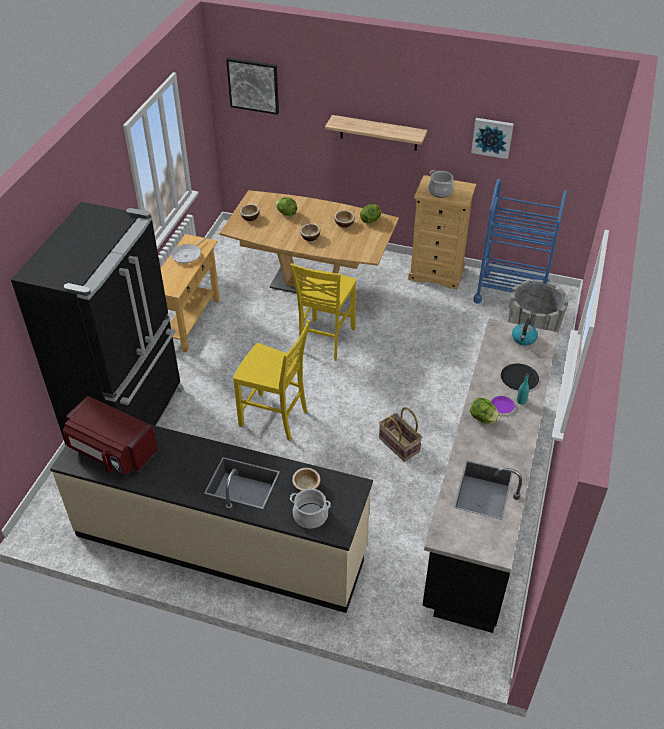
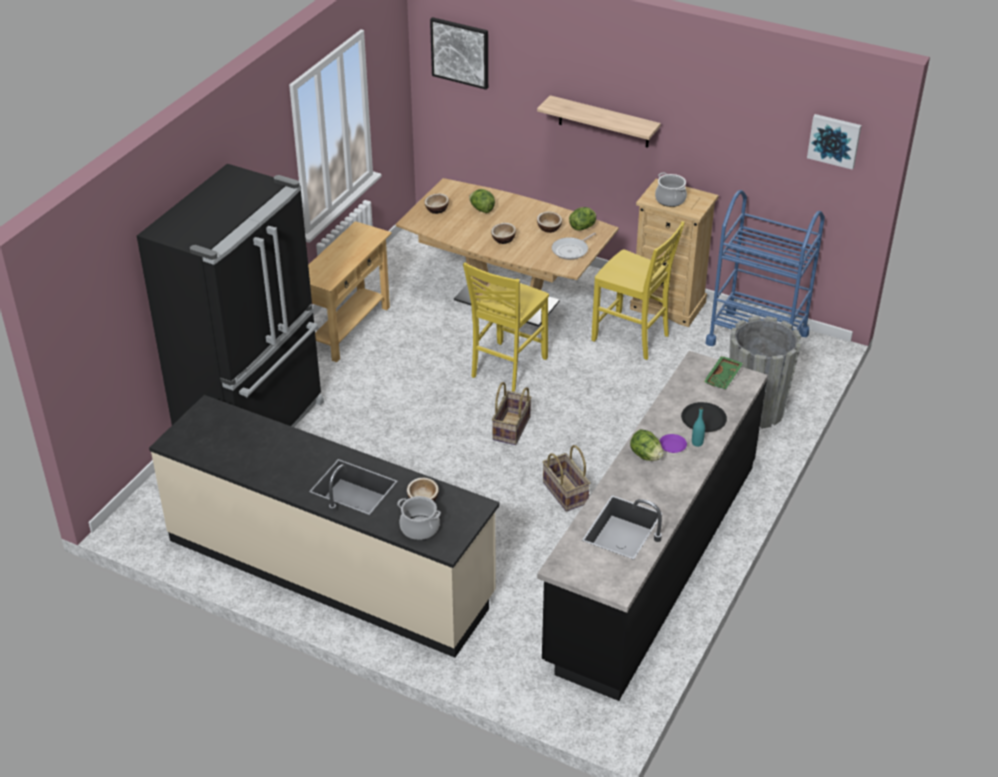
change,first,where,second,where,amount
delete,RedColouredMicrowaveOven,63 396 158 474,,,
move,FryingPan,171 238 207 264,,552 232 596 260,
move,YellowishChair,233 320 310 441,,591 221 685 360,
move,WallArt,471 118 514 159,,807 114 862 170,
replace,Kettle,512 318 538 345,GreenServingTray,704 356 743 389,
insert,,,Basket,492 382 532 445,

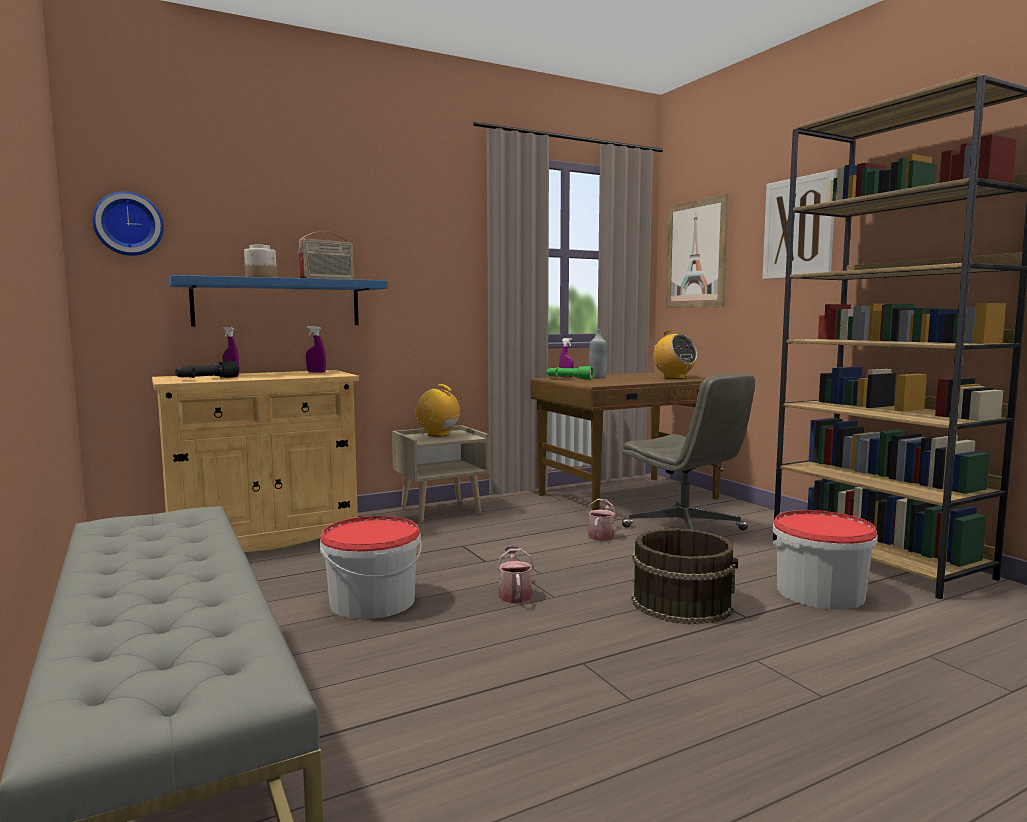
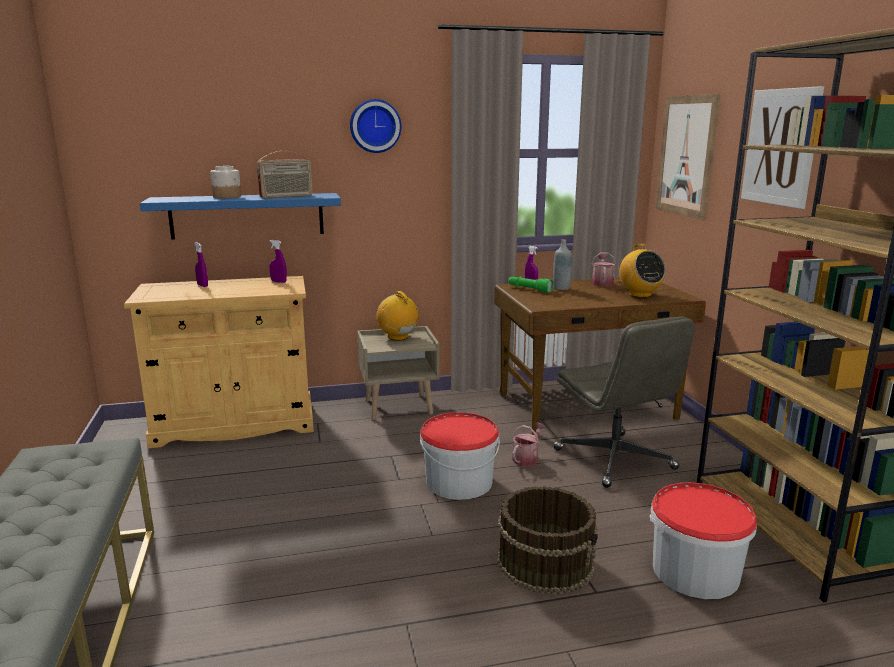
change,first,where,second,where,amount
move,HangingClock,92 191 164 256,,350 99 401 153,
delete,BlackishTorch,175 361 239 378,,,
move,WaterBucket,320 516 421 619,,420 412 500 500,
move,WateringCan,497 546 534 603,,591 252 616 287,

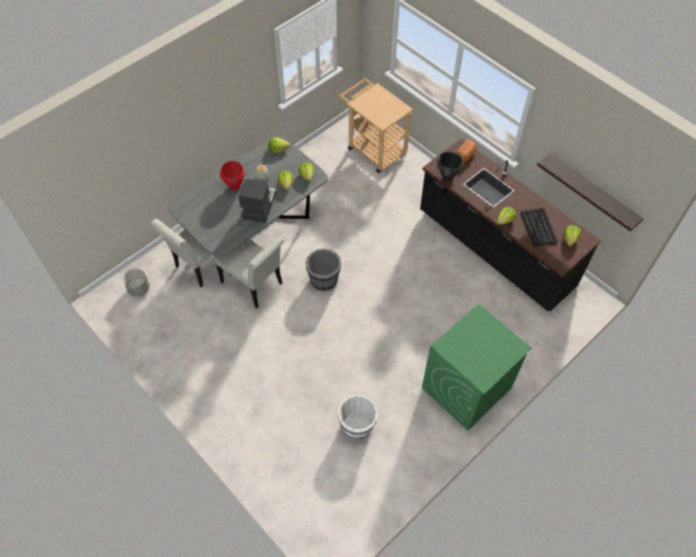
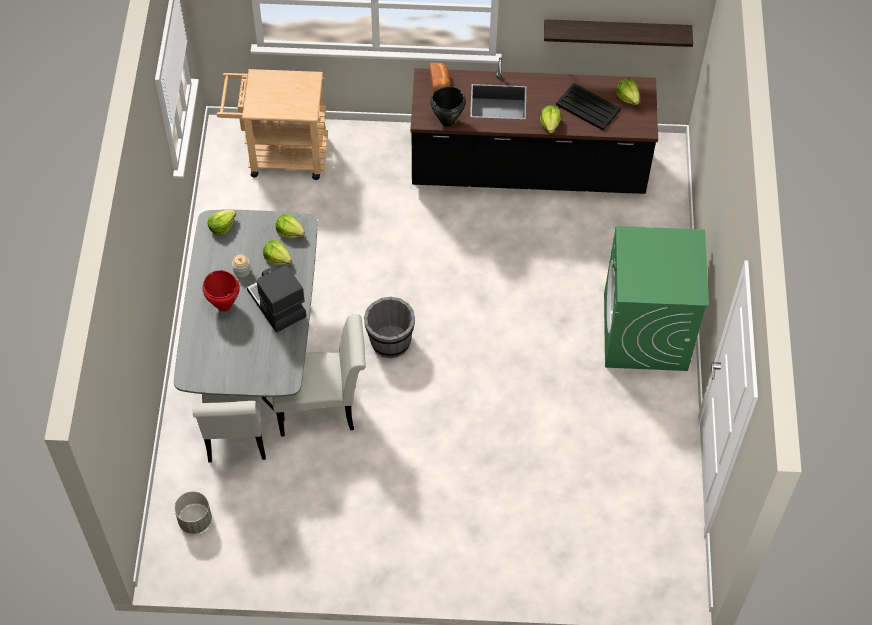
change,first,where,second,where,amount
delete,WhiteWaterBucket,338 394 378 441,,,

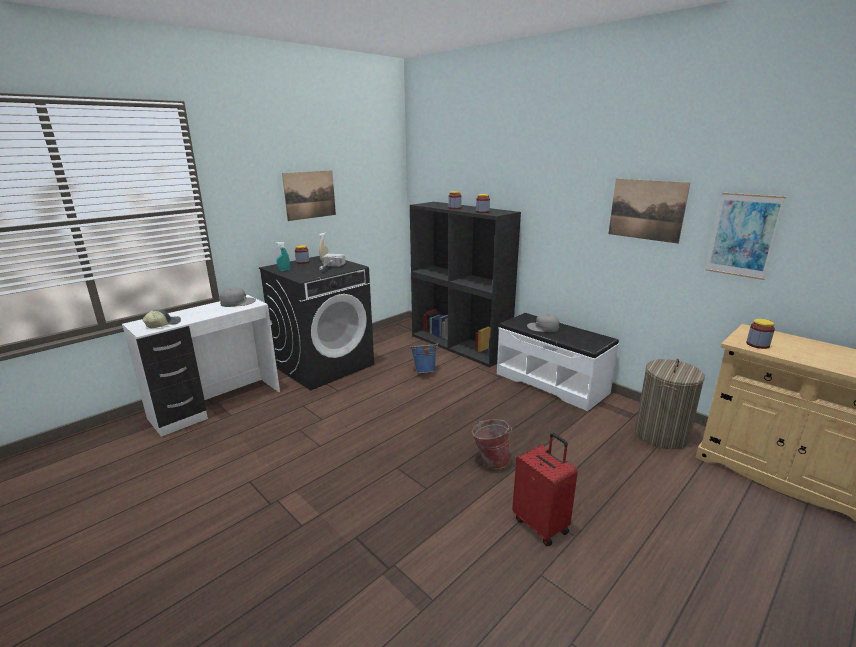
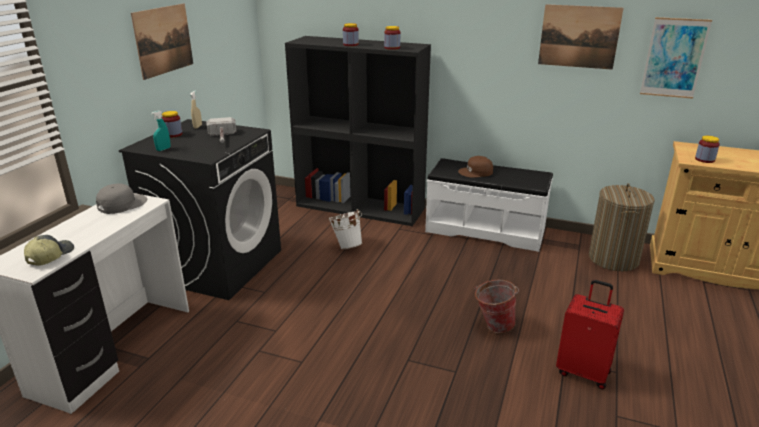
change,first,where,second,where,amount
recolor,BlueWaterBucket,410 343 438 373,WhiteWaterBucket,328 209 362 249,
recolor,GreyishPeakedCap,527 313 559 332,BrownColouredPeakedCap,458 156 493 178,

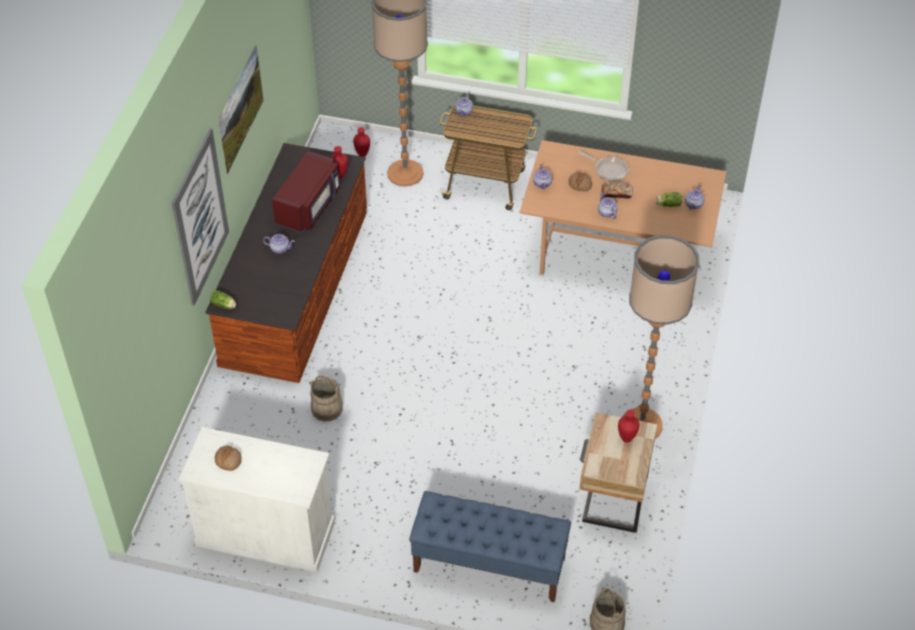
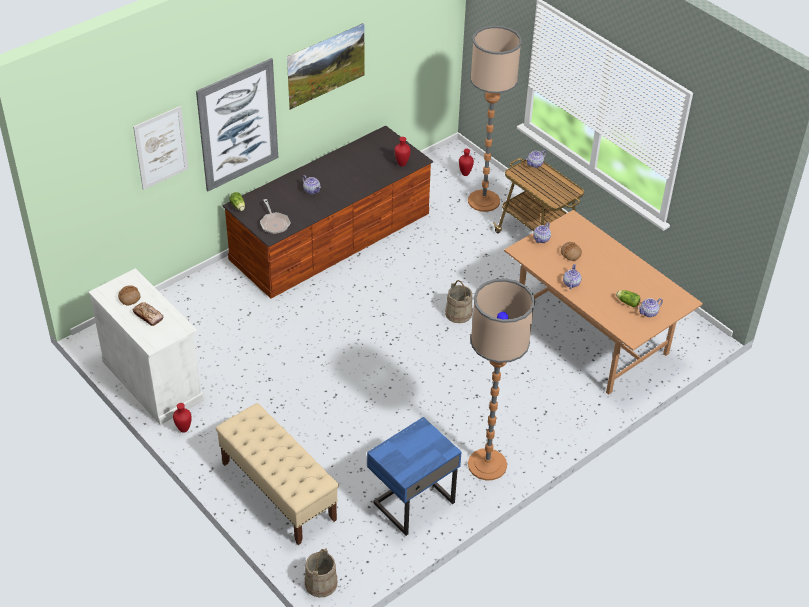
change,first,where,second,where,amount
delete,RedColouredMicrowaveOven,272 151 340 233,,,
move,BeigeWaterBucket,309 376 343 421,,445 280 473 323,
recolor,BlueIndoorBench,409 491 571 602,BeigeIndoorBench,216 403 339 545,
move,FryingPan,578 151 629 182,,260 199 291 234,
recolor,BeigeNightTable,579 412 657 533,BlueNightTable,367 417 462 536,
move,BakedBread,602 182 633 199,,132 302 163 326,
move,RedColouredFlowerVase,618 410 639 443,,173 403 191 433,
insert,,,WallArt,133 106 189 190,

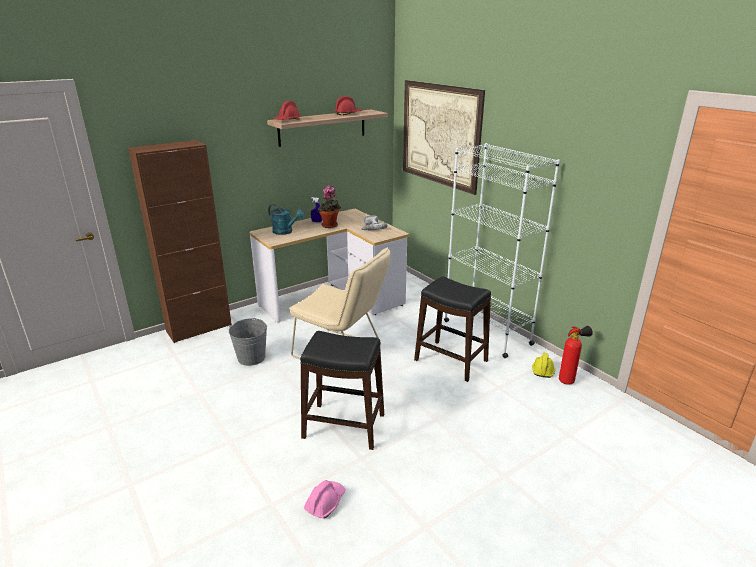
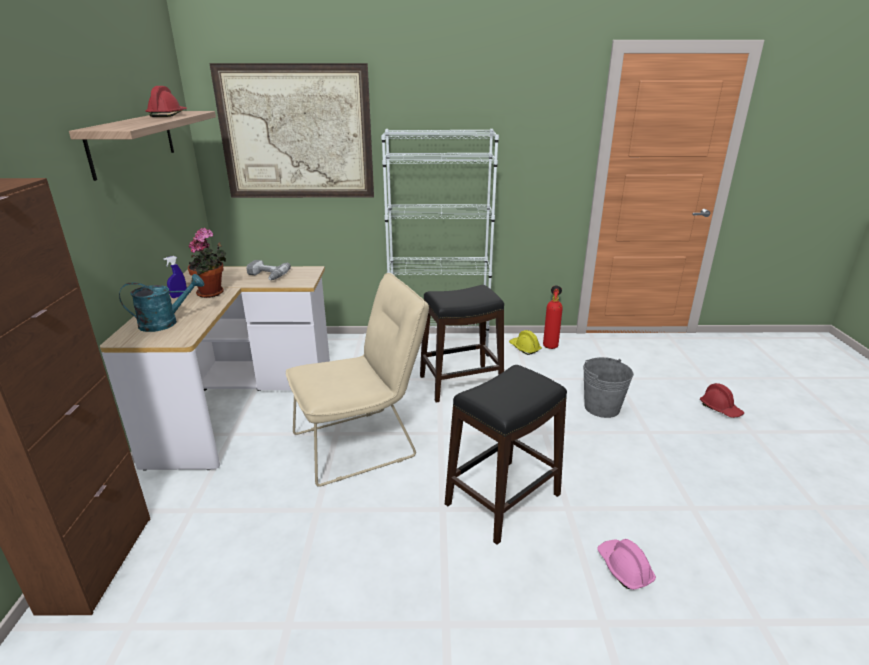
change,first,where,second,where,amount
move,GreyishWaterBucket,229 318 267 366,,583 357 634 418,
move,RedColouredWorkHelmet,273 101 301 120,,700 383 744 418,

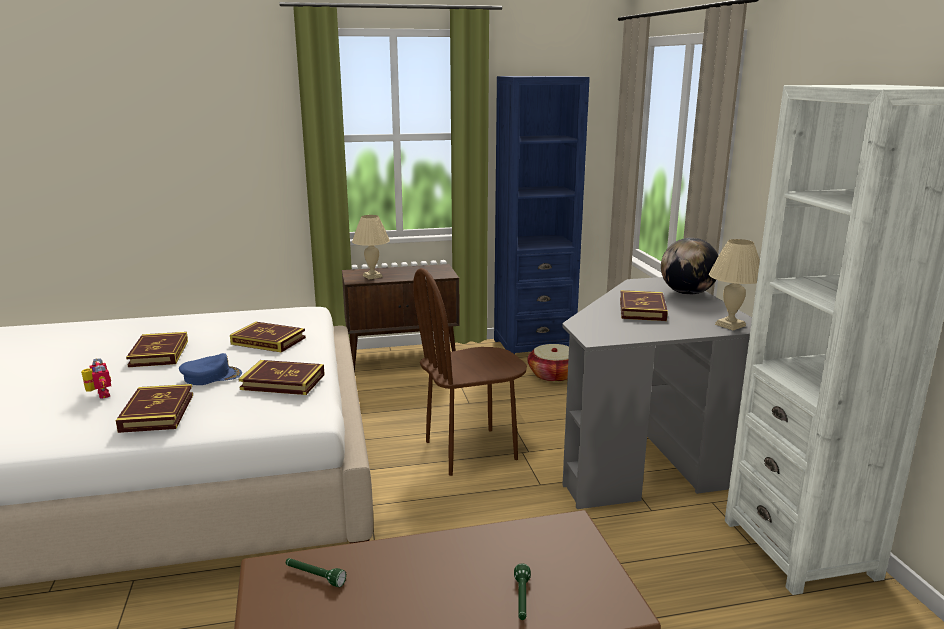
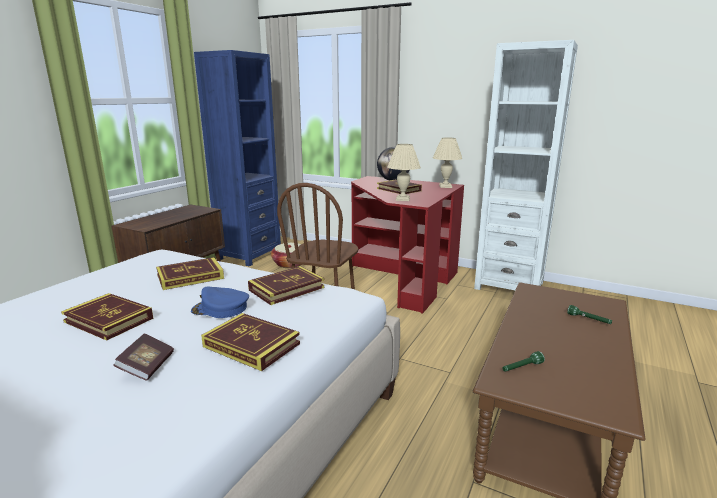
change,first,where,second,where,amount
replace,ToyRobot,81 358 111 399,Volume,113 333 174 381,
rotate,BluePeakedCap,179 353 242 385,,191 286 249 318,105 degrees counterclockwise
move,BeigeTabletopLamp,352 215 390 279,,387 144 421 201,
recolor,GreyishDeskUnit,562 277 752 509,RedColouredDeskUnit,351 176 464 314,

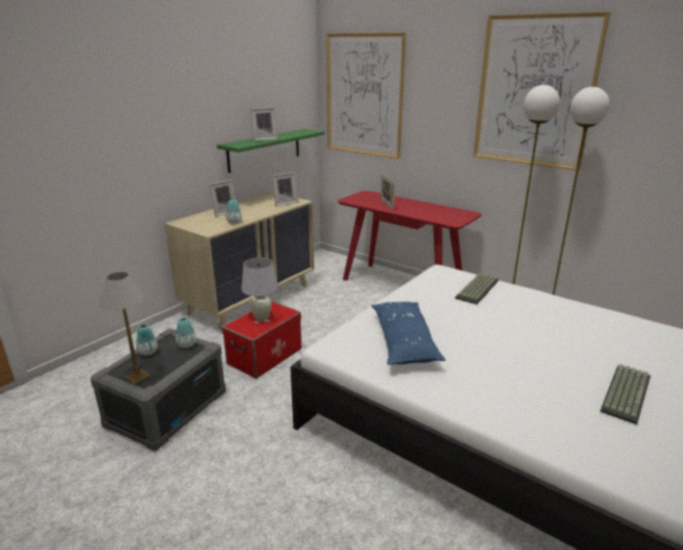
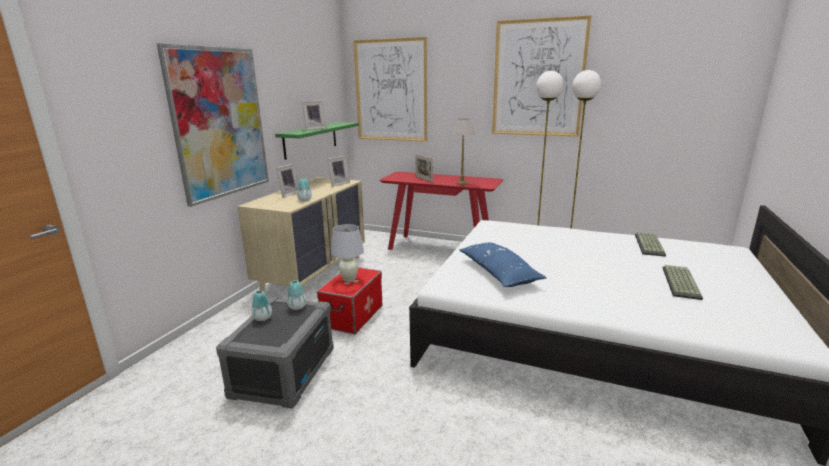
change,first,where,second,where,amount
move,TabletopLamp,100 272 151 385,,452 119 475 185,
move,Keyboard,455 273 499 304,,635 232 666 257,
insert,,,WallArt,157 43 269 207,

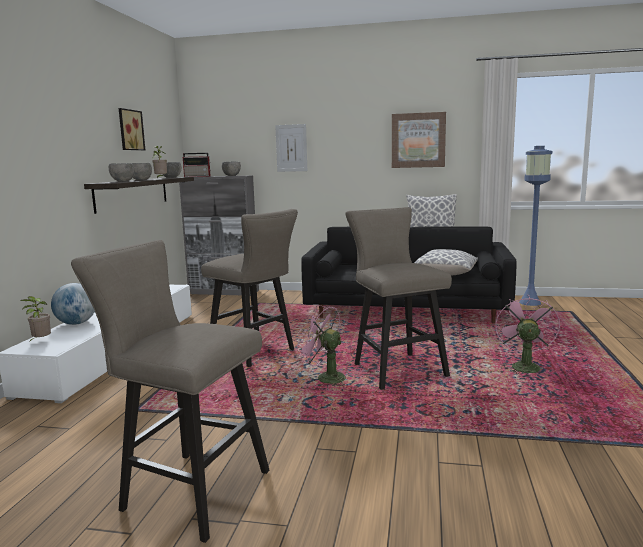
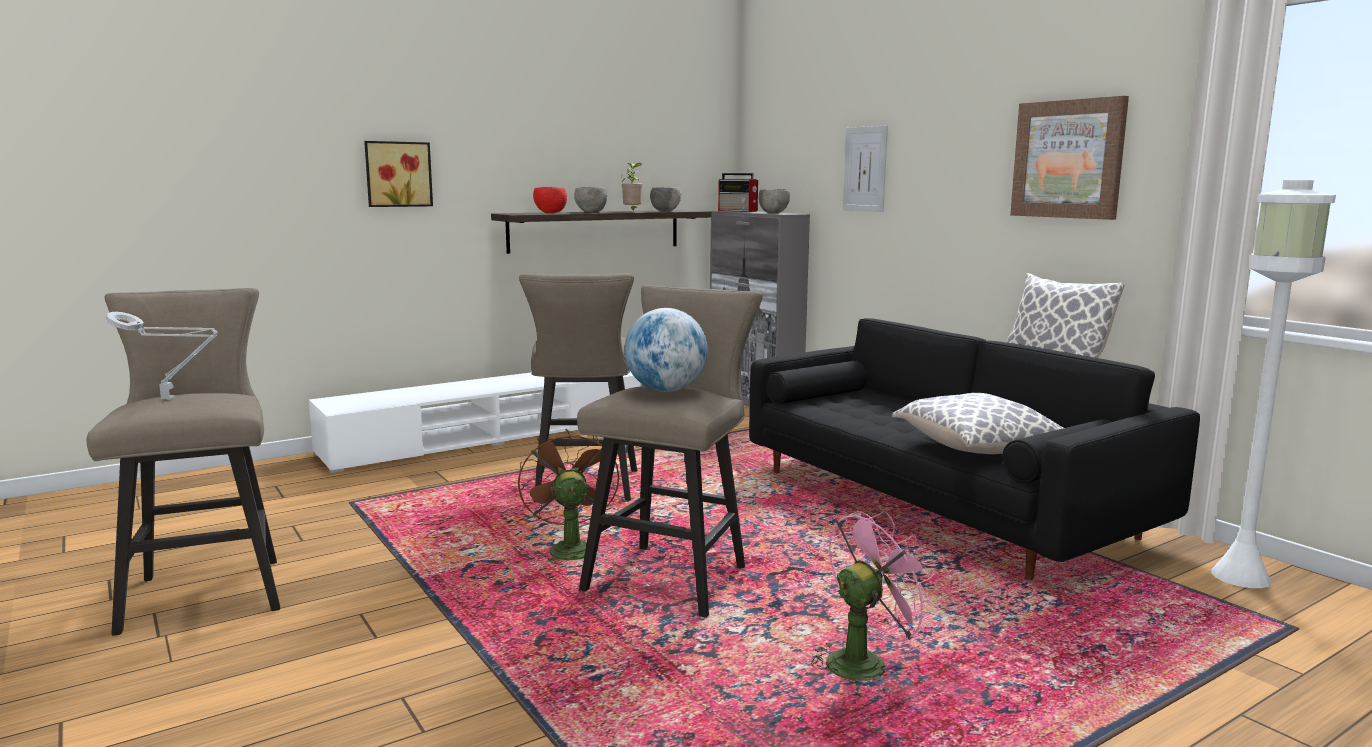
change,first,where,second,where,amount
delete,PlantInAPot,20 296 51 343,,,
move,DeskGlobe,51 283 95 325,,625 308 708 392,
recolor,GreyishBowl,109 163 134 182,RedColouredBowl,533 187 567 213,
move,WallArt,119 108 145 150,,364 141 433 207,
recolor,PinkishFan,297 305 346 388,BrownColouredFan,518 429 619 565,
recolor,BlueFloorLamp,519 146 552 306,WhiteFloorLamp,1211 180 1336 588,
insert,,,GreyishTabletopLamp,106 312 217 400,

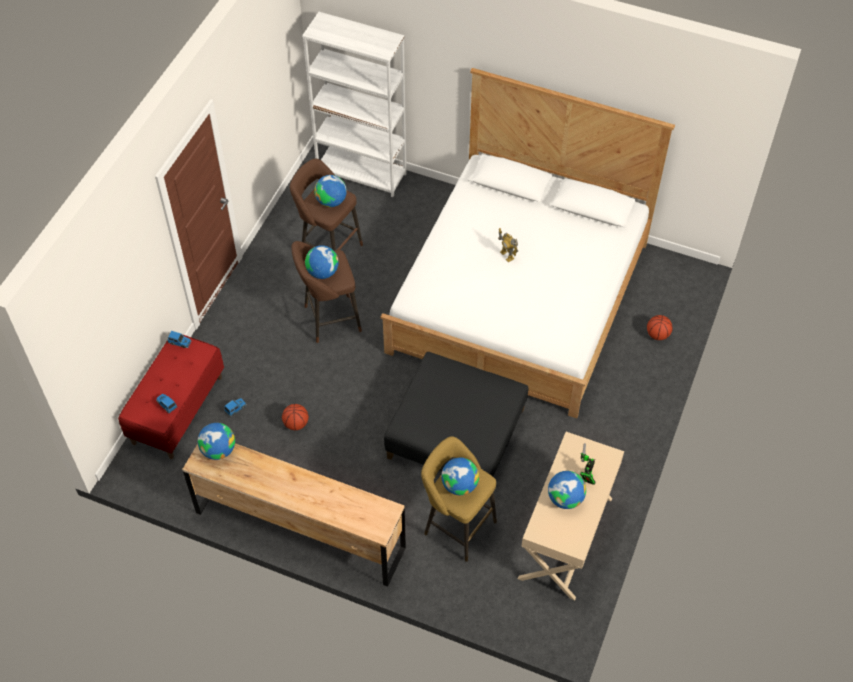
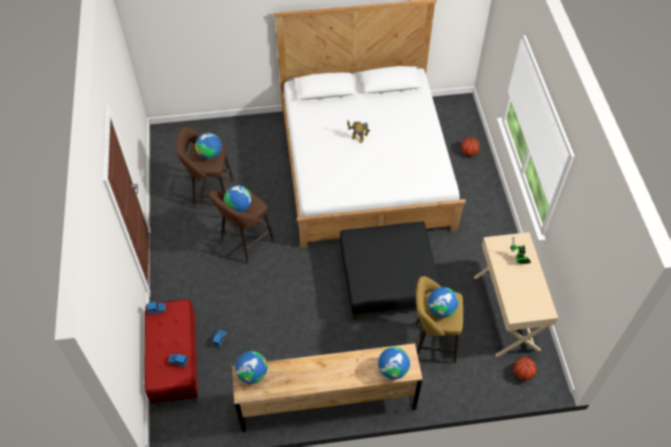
change,first,where,second,where,amount
move,BallForBasketball,282 404 309 430,,513 357 537 380,
delete,WhiteBookshelf,302 12 407 197,,,
move,DeskGlobe,548 471 586 509,,378 347 410 379,

